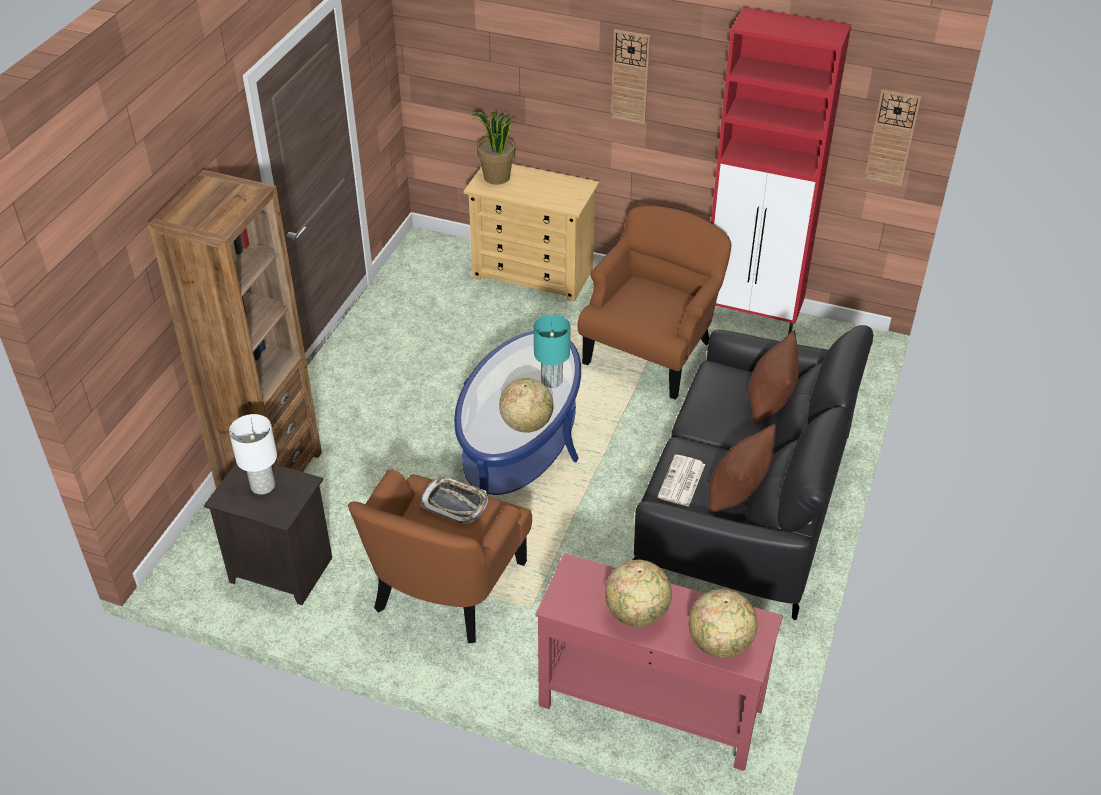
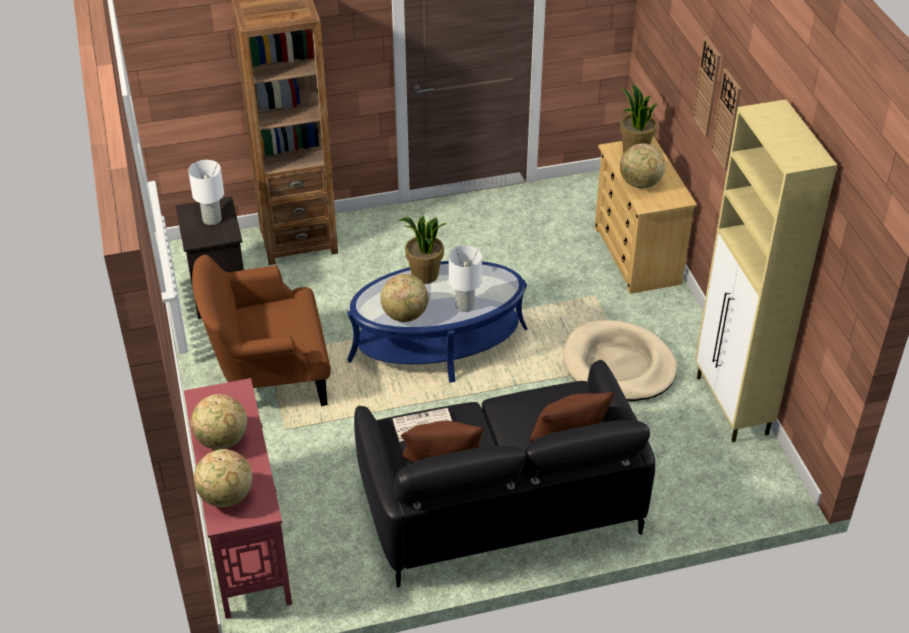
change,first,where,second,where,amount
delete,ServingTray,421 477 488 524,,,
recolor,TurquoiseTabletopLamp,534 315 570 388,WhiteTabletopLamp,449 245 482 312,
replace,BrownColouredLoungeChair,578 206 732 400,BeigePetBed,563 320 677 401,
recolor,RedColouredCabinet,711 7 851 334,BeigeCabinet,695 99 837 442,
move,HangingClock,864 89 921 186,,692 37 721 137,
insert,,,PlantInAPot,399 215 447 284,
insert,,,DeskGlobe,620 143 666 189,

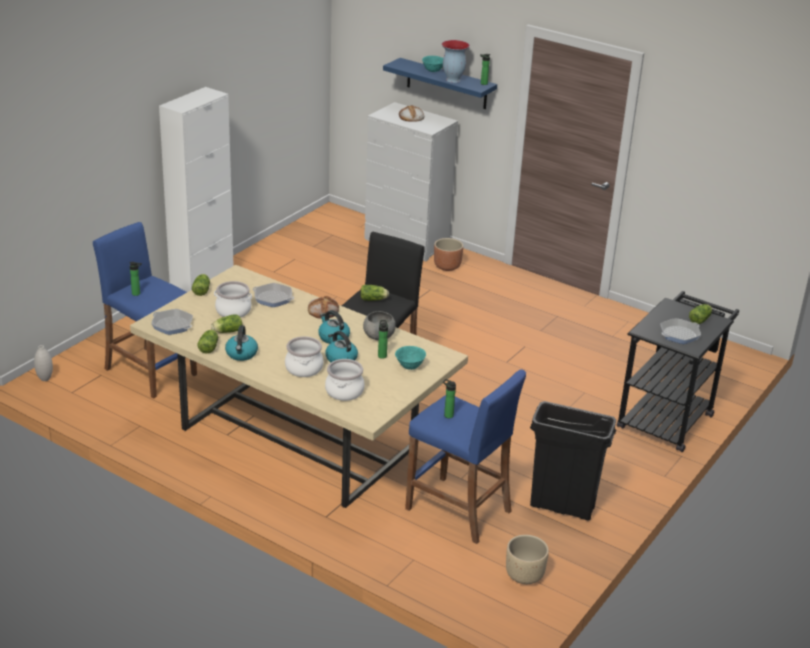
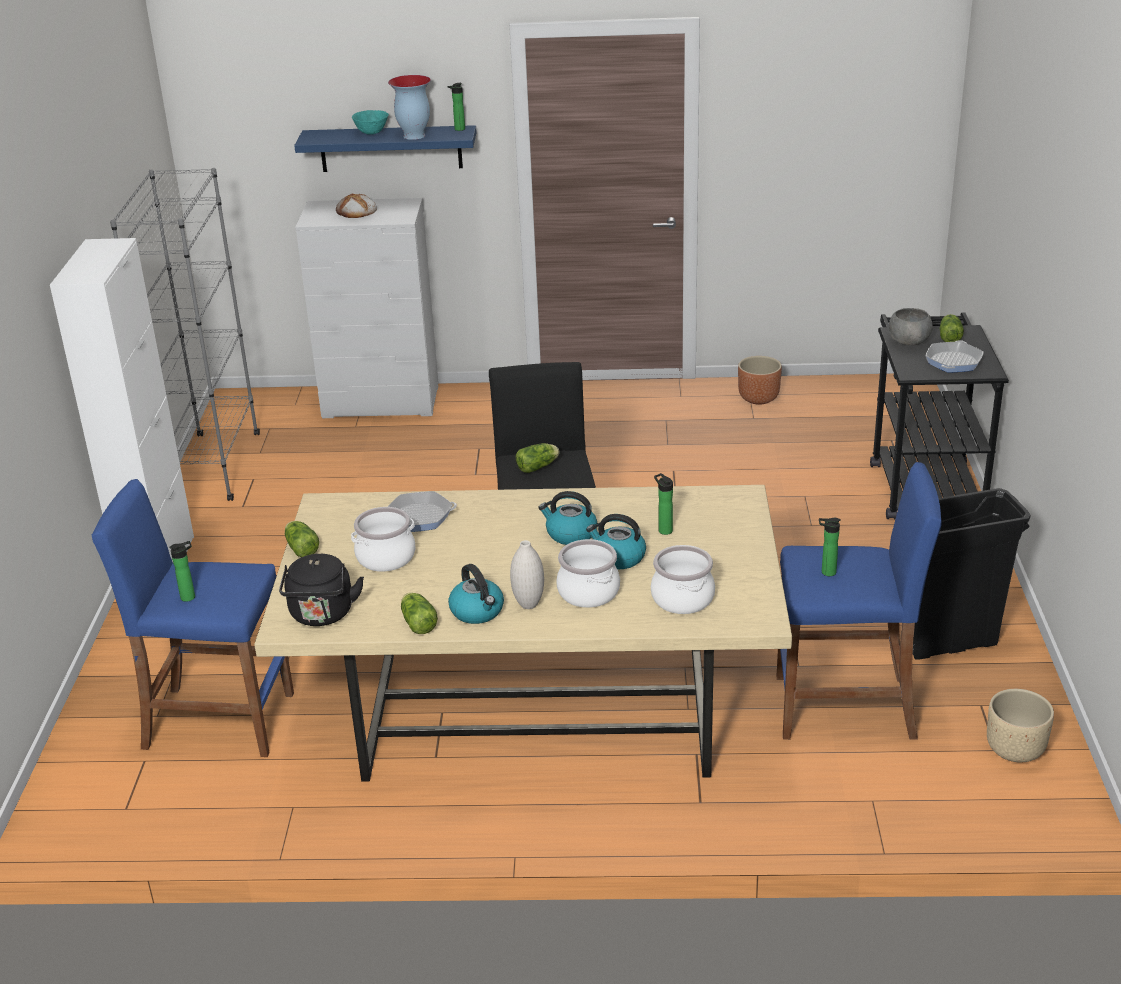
change,first,where,second,where,amount
move,WhiteFlowerVase,34 345 53 381,,510 540 544 609,
replace,FryingPan,151 309 193 335,BlackishKettle,279 554 364 626,
delete,HeadOfLettuce,211 314 242 333,,,
delete,BakedBread,308 296 339 319,,,
move,GreyishBowl,363 311 396 340,,889 308 933 346,
delete,TurquoiseBowl,395 346 426 370,,,
move,BrownColouredPlantPot,434 238 463 271,,738 356 782 404,
insert,,,GreyishBookshelf,110 168 260 501,

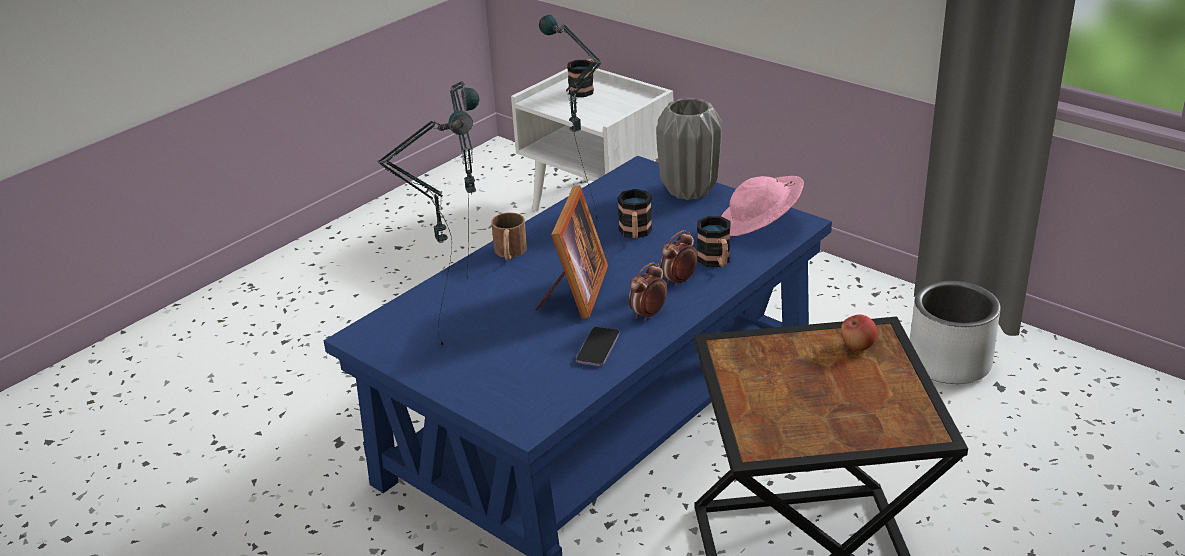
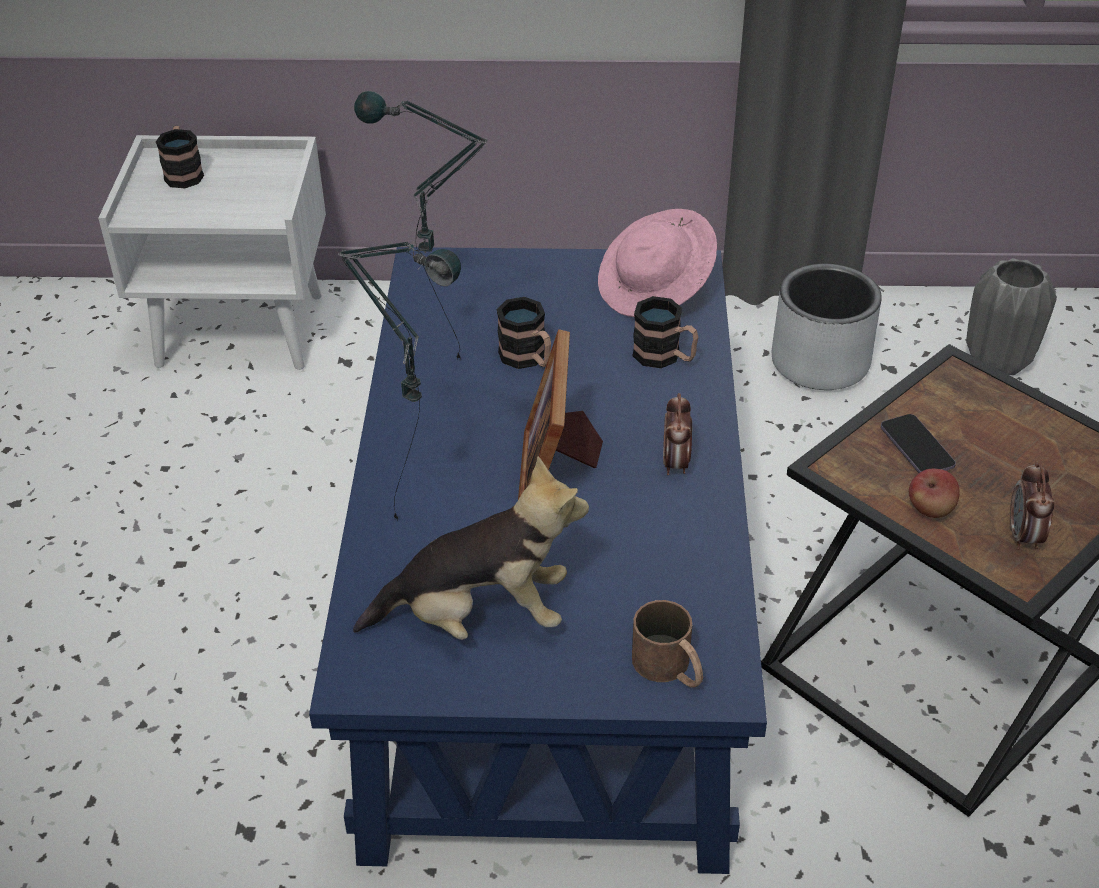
change,first,where,second,where,amount
replace,TabletopLamp,377 111 473 347,PlushToy,353 457 589 640,
move,BrownColouredCoffeeMug,491 213 527 261,,632 600 703 688,
rotate,PictureFrame,535 185 608 319,,518 329 603 500,150 degrees counterclockwise
move,Phone,576 327 620 366,,881 414 956 473,
move,GreyishFlowerVase,656 98 722 200,,966 258 1057 375,
move,AlarmClock,660 230 698 287,,1010 461 1054 550,
move,Apple,841 314 877 351,,909 469 960 518,

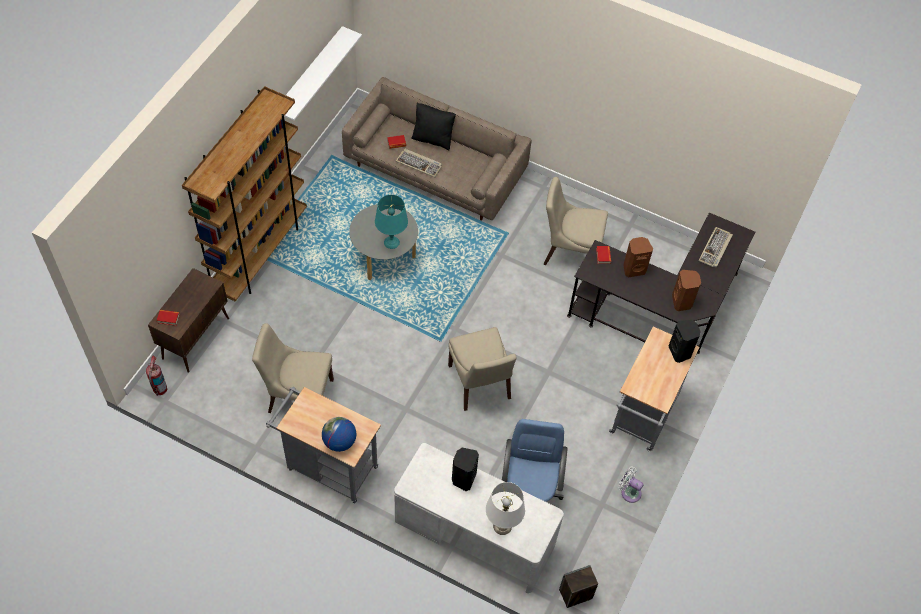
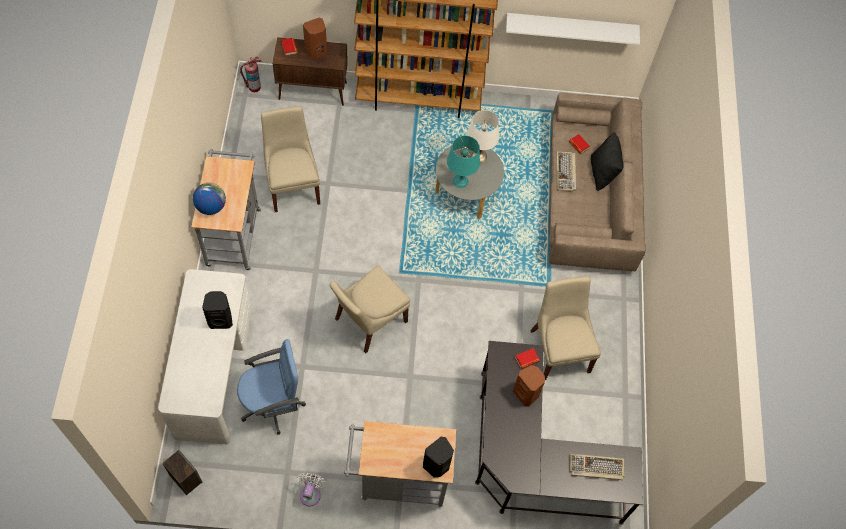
change,first,where,second,where,amount
move,WhiteTabletopLamp,486 482 525 535,,466 110 499 163,
move,BrownColouredSpeaker,672 270 701 311,,303 18 327 59,

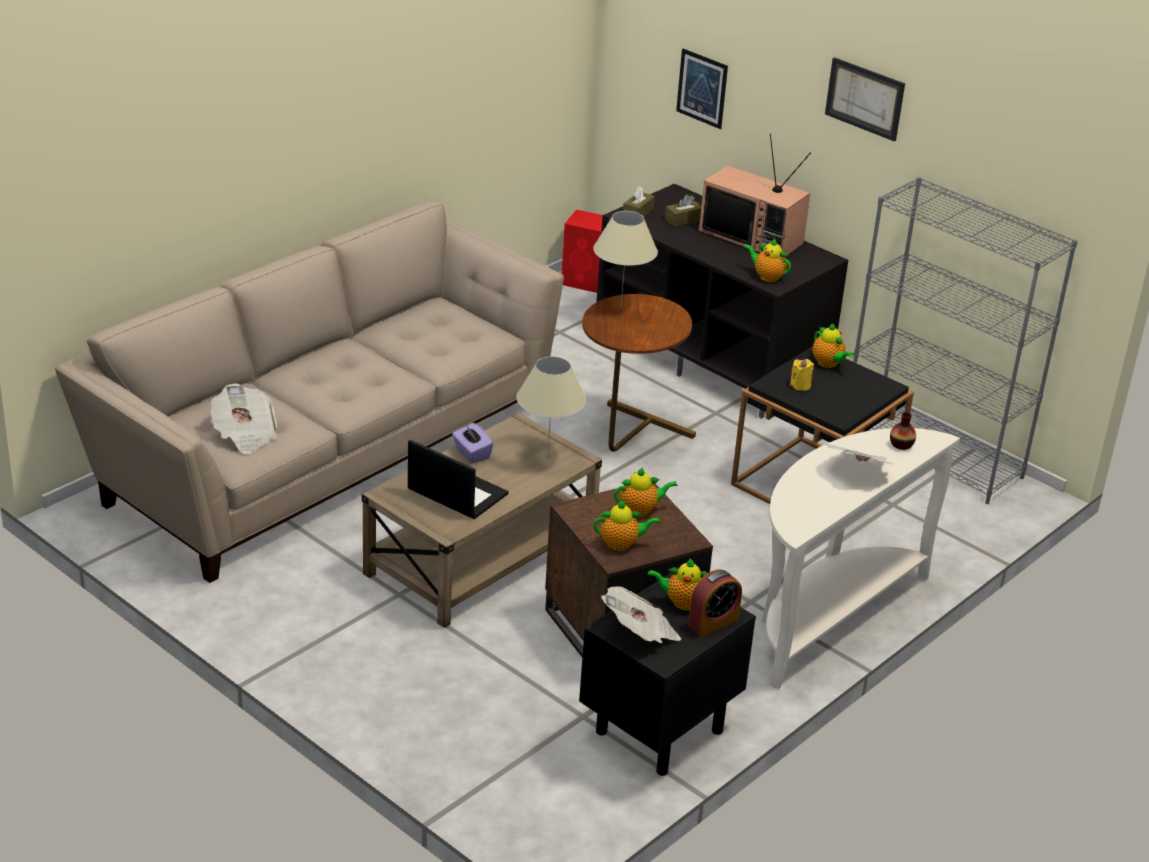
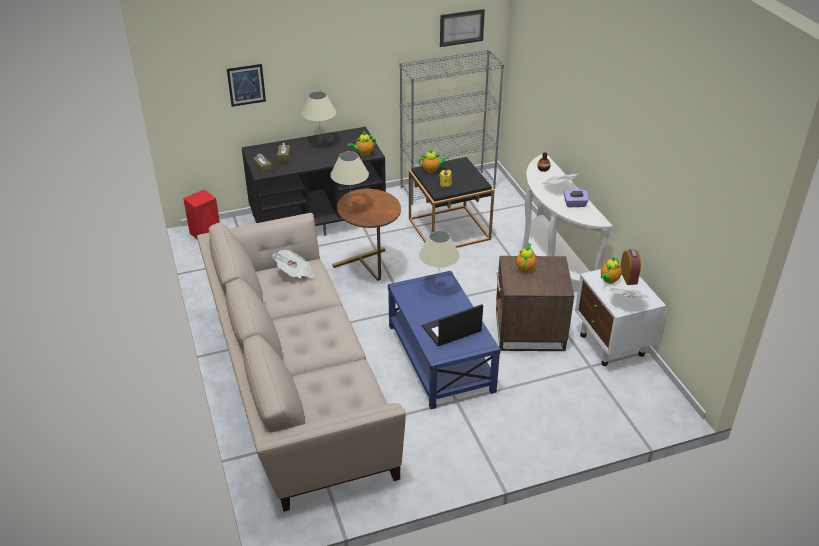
change,first,where,second,where,amount
move,DailyPaper,211 383 278 454,,273 250 314 278,
recolor,BeigeCoffeeTable,362 413 602 628,BlueCoffeeTable,388 271 501 409,
move,PurpleTissueBox,452 423 493 463,,564 189 589 207,
recolor,BlackishNightTable,579 573 756 776,WhiteNightTable,575 269 666 366,
delete,PotForTea,593 500 660 551,,,
replace,Television,699 134 811 255,BeigeTabletopLamp,301 91 336 139,
move,WallArt,825 57 905 141,,440 9 485 47,

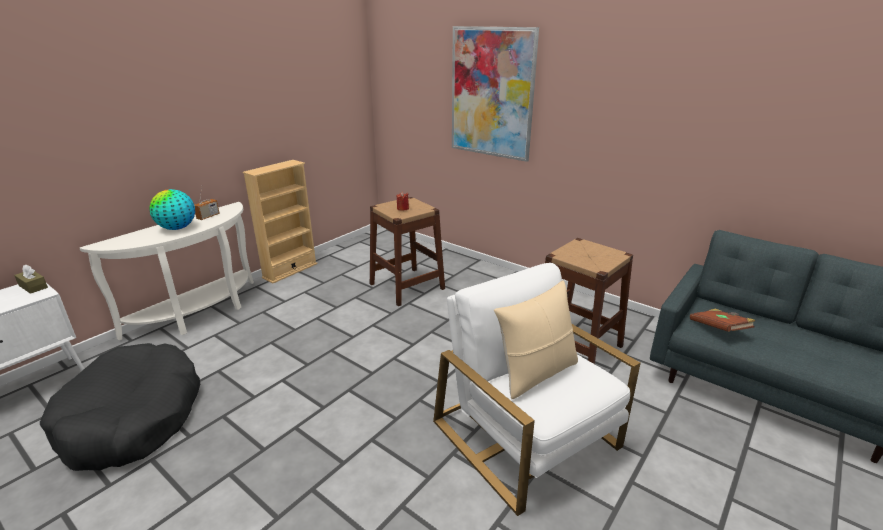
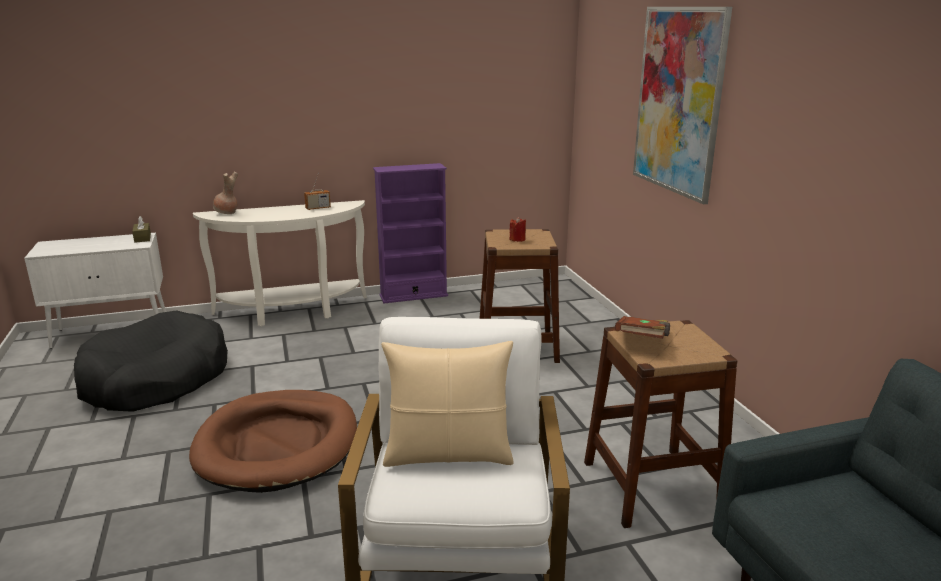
change,first,where,second,where,amount
delete,DeskGlobe,149 189 195 230,,,
recolor,BeigeBookshelf,243 160 317 283,PurpleBookshelf,373 163 448 303,
move,BrownColouredVolume,690 309 755 332,,615 316 670 339,
insert,,,BrownColouredPetBed,189 390 357 493,
insert,,,BrownColouredFlowerVase,213 171 238 214,

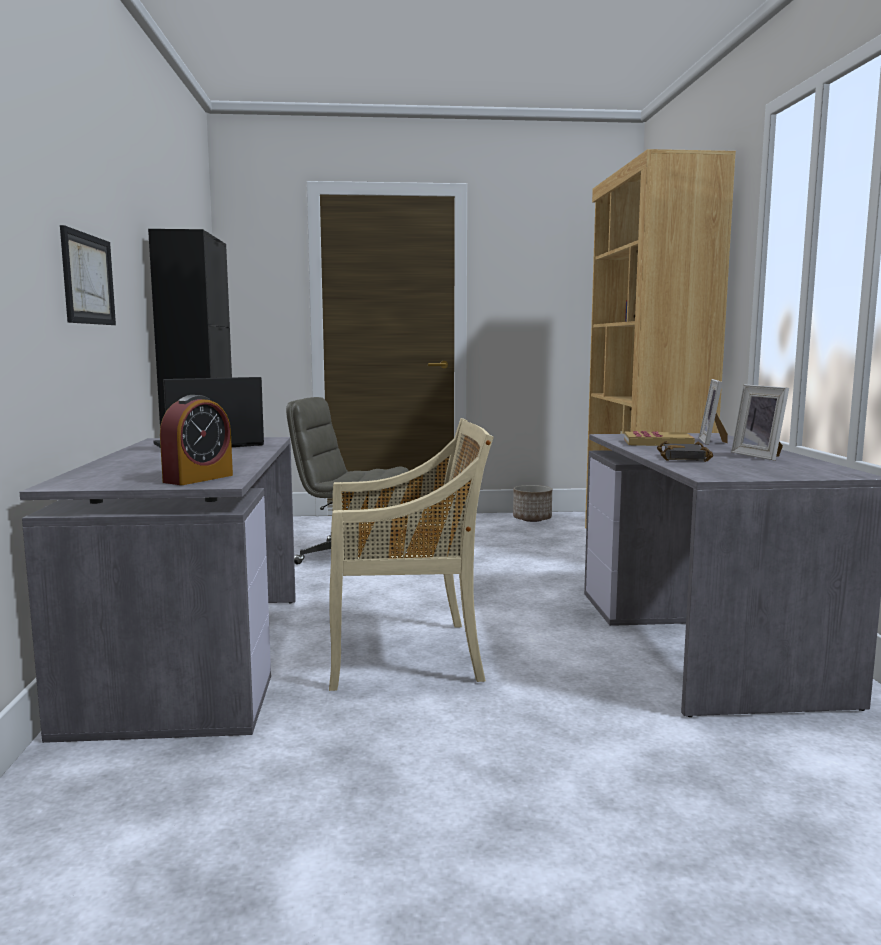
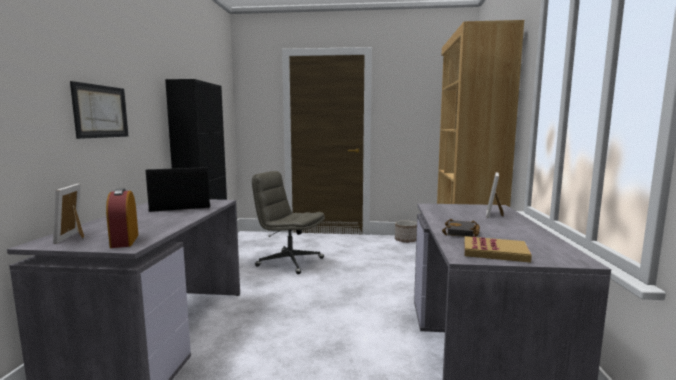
change,first,where,second,where,amount
rotate,AlarmClock,160 395 233 485,,106 188 138 248,120 degrees clockwise
delete,BeigeChair,329 418 494 691,,,
move,Volume,624 431 695 446,,464 236 532 263,
move,PictureFrame,731 384 789 461,,53 184 84 244,

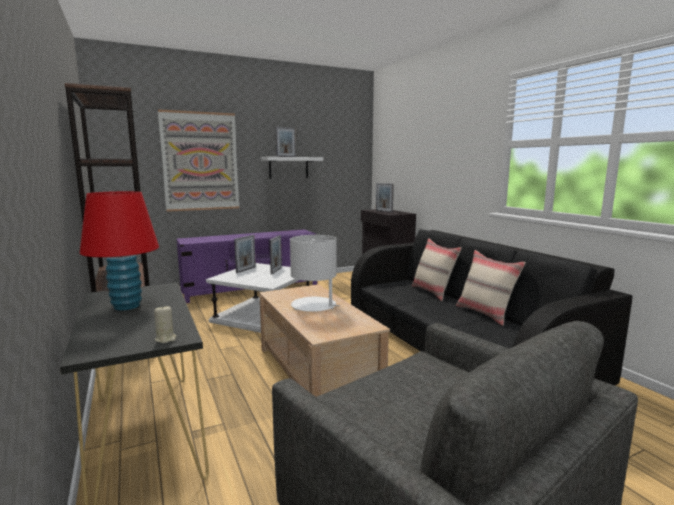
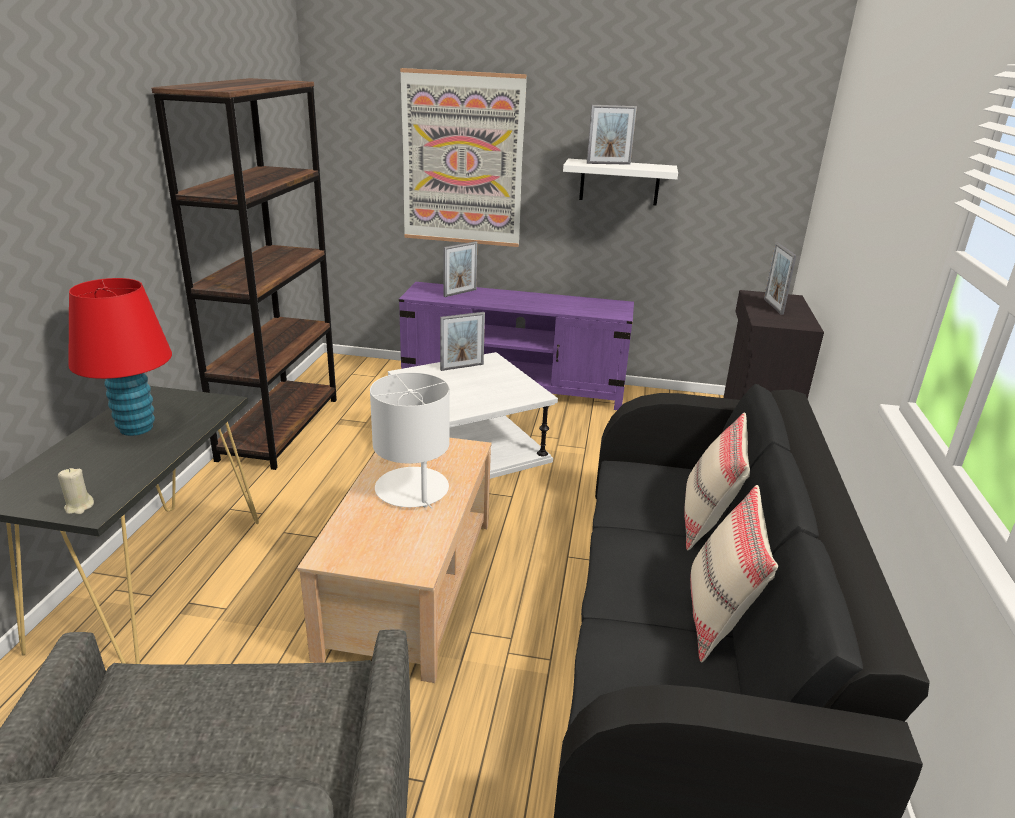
change,first,where,second,where,amount
move,PictureFrame,270 235 282 275,,443 241 477 297,

